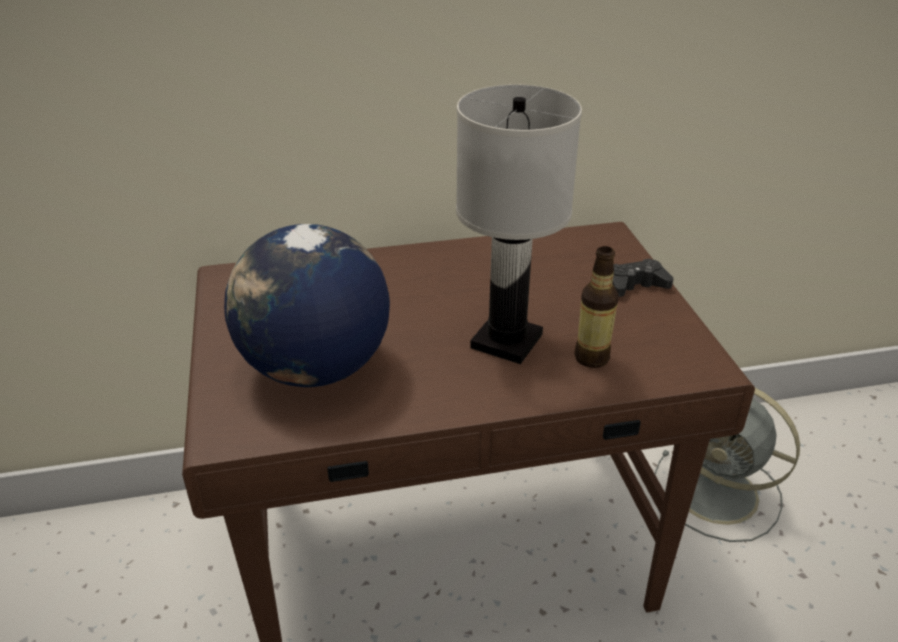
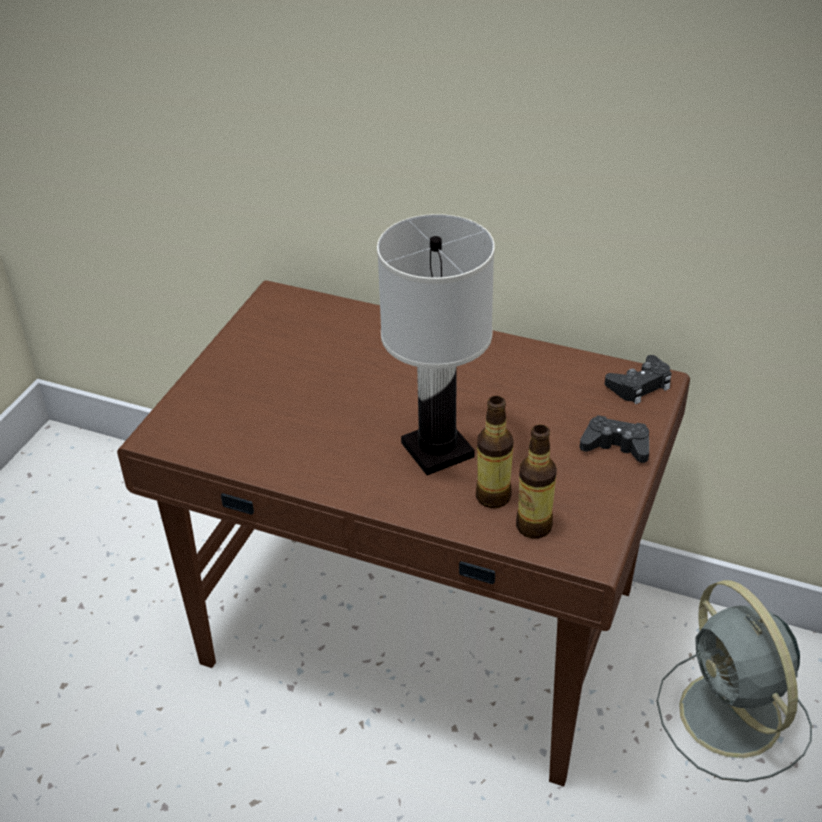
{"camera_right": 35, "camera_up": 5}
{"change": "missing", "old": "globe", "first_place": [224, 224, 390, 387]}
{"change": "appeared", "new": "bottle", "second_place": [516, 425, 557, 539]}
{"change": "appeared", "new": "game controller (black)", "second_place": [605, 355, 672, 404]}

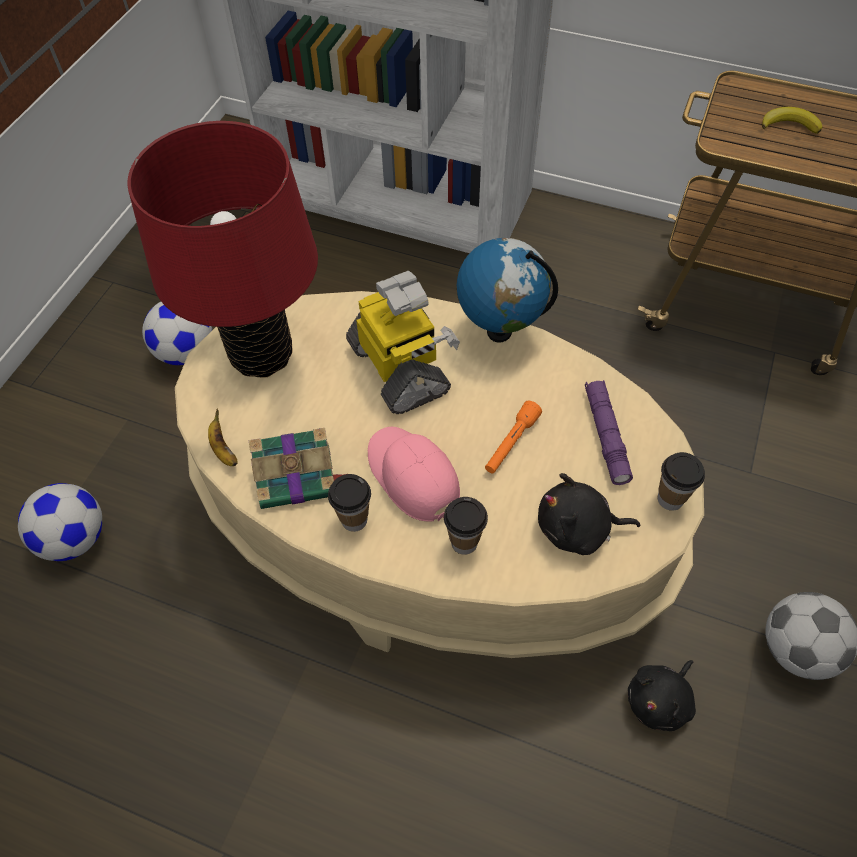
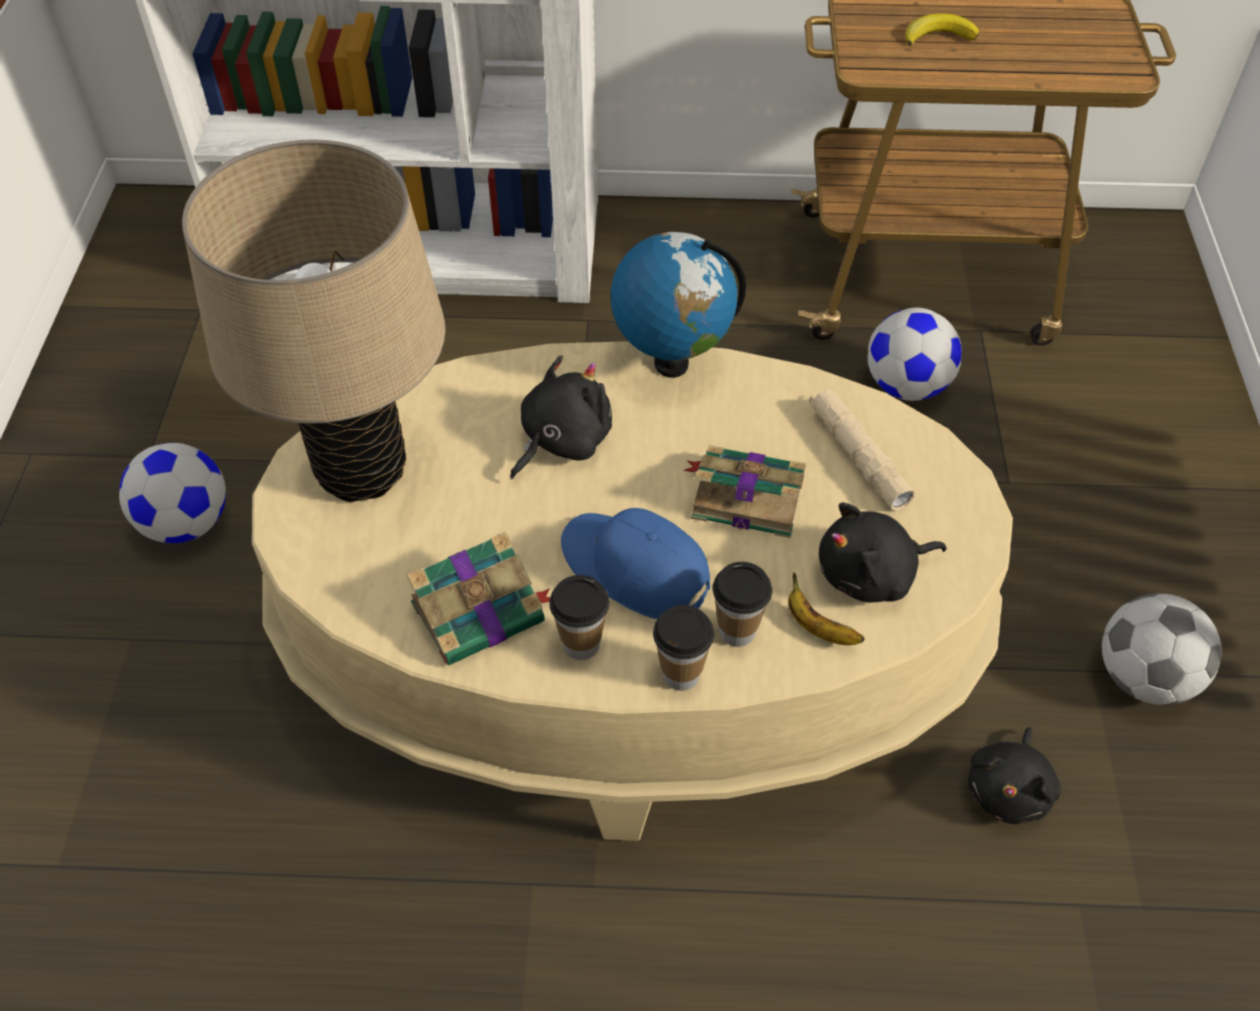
{"camera_right": -20, "camera_up": -5}
{"change": "relocated", "old": "football", "first_place": [18, 483, 102, 561], "second_place": [868, 308, 962, 401]}
{"change": "colour", "old": "table lamp (red)", "new": "table lamp (beige)", "first_place": [127, 121, 318, 378], "second_place": [182, 139, 445, 502]}
{"change": "relocated", "old": "banana", "first_place": [208, 409, 238, 466], "second_place": [788, 572, 865, 645]}
{"change": "exchanged", "old": "toy robot", "new": "plush toy (black)", "first_place": [346, 271, 460, 414], "second_place": [510, 356, 612, 480]}
{"change": "colour", "old": "cap (pink)", "new": "cap (blue)", "first_place": [368, 427, 460, 522], "second_place": [561, 508, 710, 619]}
{"change": "exchanged", "old": "flashlight (orange)", "new": "book", "first_place": [485, 401, 542, 474], "second_place": [684, 445, 806, 538]}
{"change": "colour", "old": "flashlight (purple)", "new": "flashlight (beige)", "first_place": [585, 380, 633, 485], "second_place": [809, 388, 915, 510]}
{"change": "relocated", "old": "cup", "first_place": [658, 452, 705, 511], "second_place": [653, 605, 714, 691]}

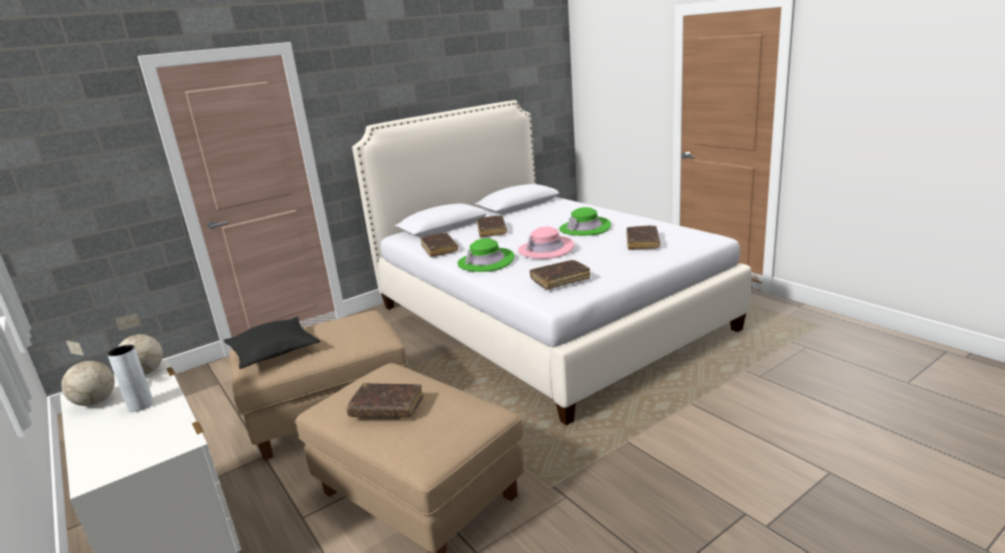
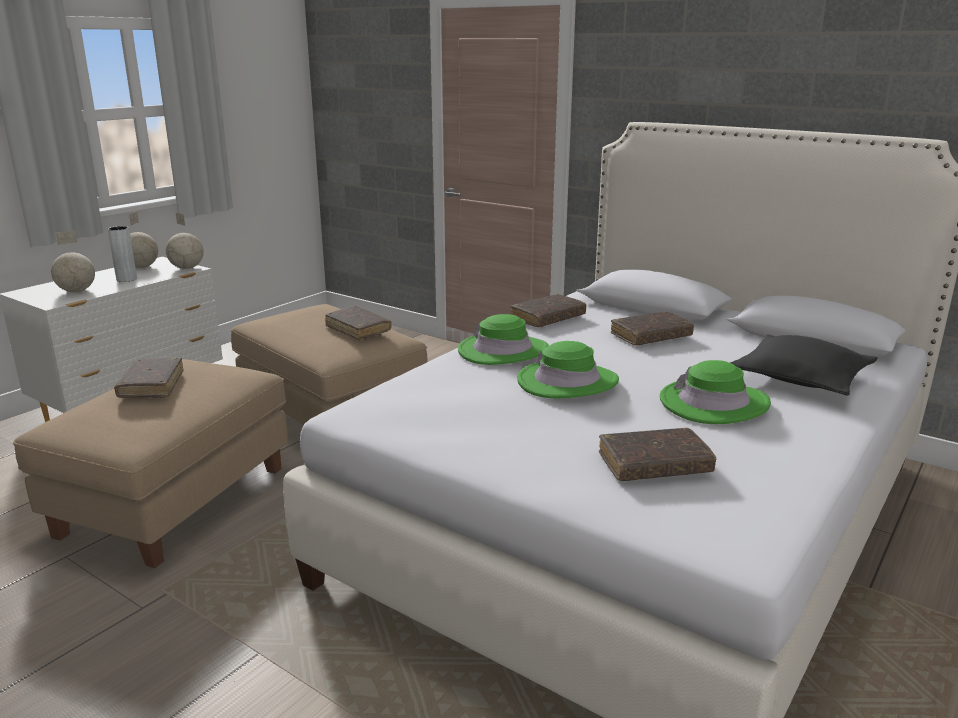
{"camera_right": 70, "camera_up": 0}
{"change": "relocated", "old": "pillow (black)", "first_place": [224, 317, 320, 369], "second_place": [730, 334, 878, 396]}
{"change": "colour", "old": "hat (pink)", "new": "hat (green)", "first_place": [518, 227, 574, 259], "second_place": [517, 341, 619, 398]}
{"change": "relocated", "old": "book (brown)", "first_place": [530, 260, 590, 290], "second_place": [325, 306, 392, 340]}
{"change": "appeared", "new": "globe", "second_place": [51, 230, 95, 292]}

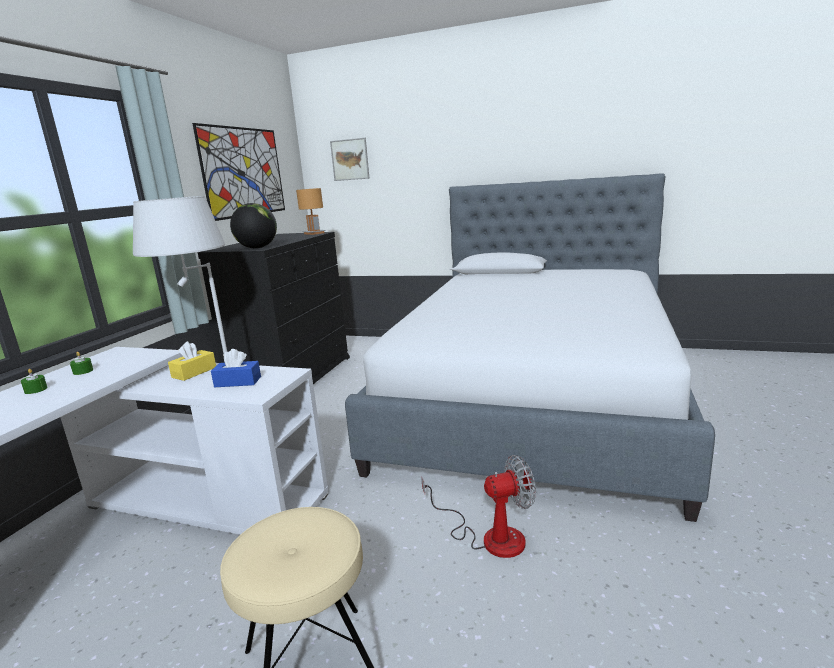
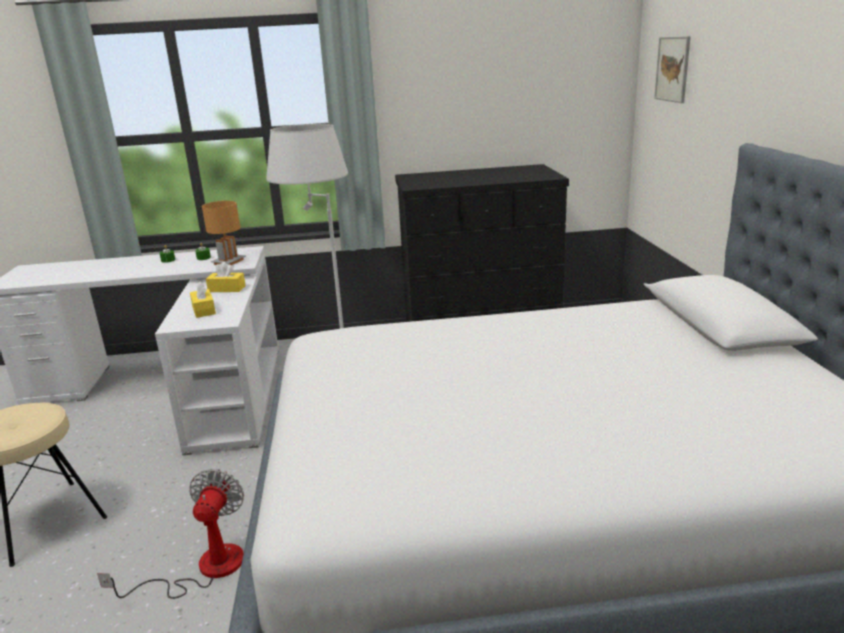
{"camera_right": 65, "camera_up": 5}
{"change": "missing", "old": "picture", "first_place": [192, 123, 285, 221]}
{"change": "colour", "old": "tissue box (blue)", "new": "tissue box (yellow)", "first_place": [211, 349, 261, 387], "second_place": [190, 281, 216, 318]}
{"change": "missing", "old": "globe", "first_place": [230, 203, 277, 248]}
{"change": "relocated", "old": "table lamp (brown)", "first_place": [296, 188, 326, 235], "second_place": [202, 201, 246, 265]}
{"change": "spun", "old": "fan", "first_place": [421, 455, 536, 558], "second_place": [97, 469, 244, 599], "degrees": -135}

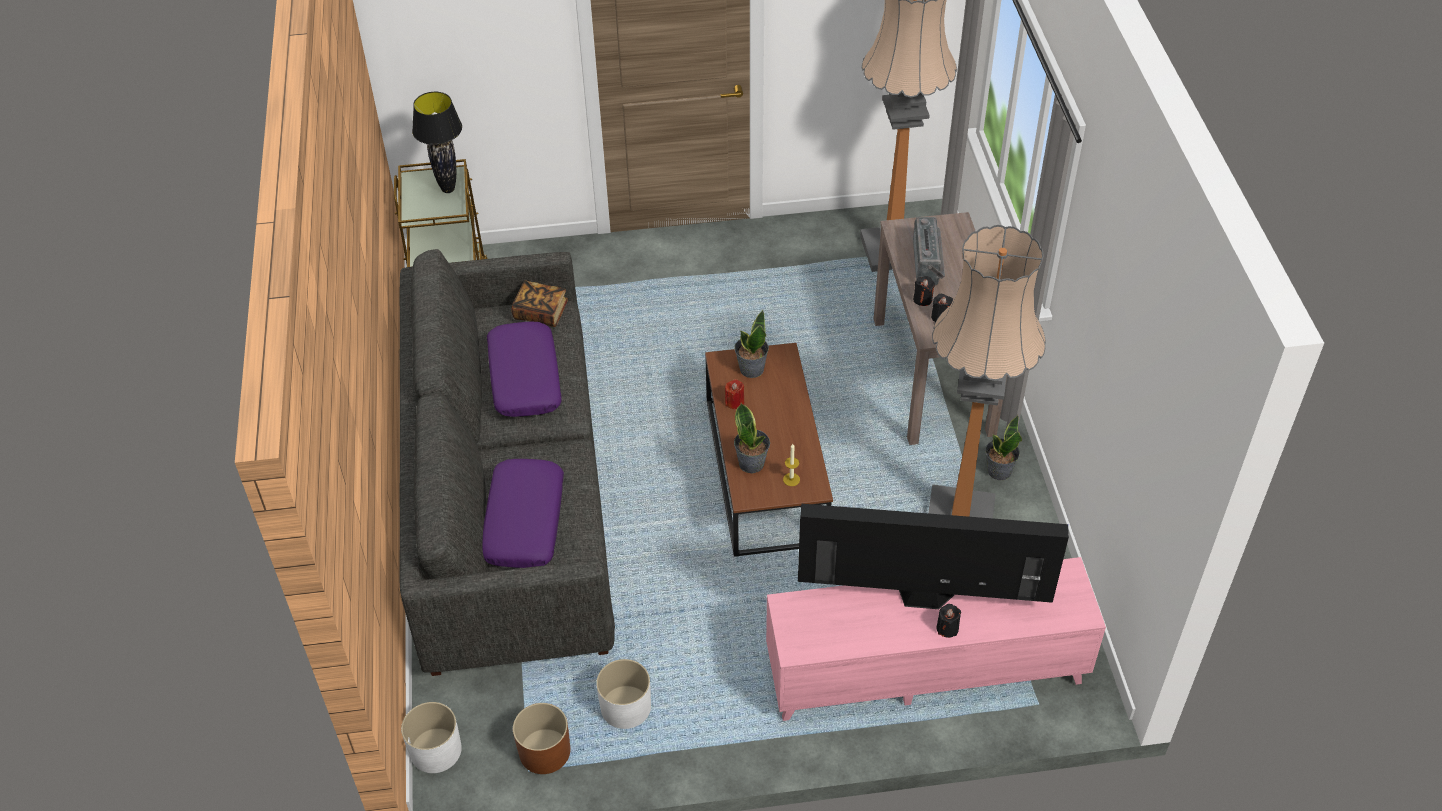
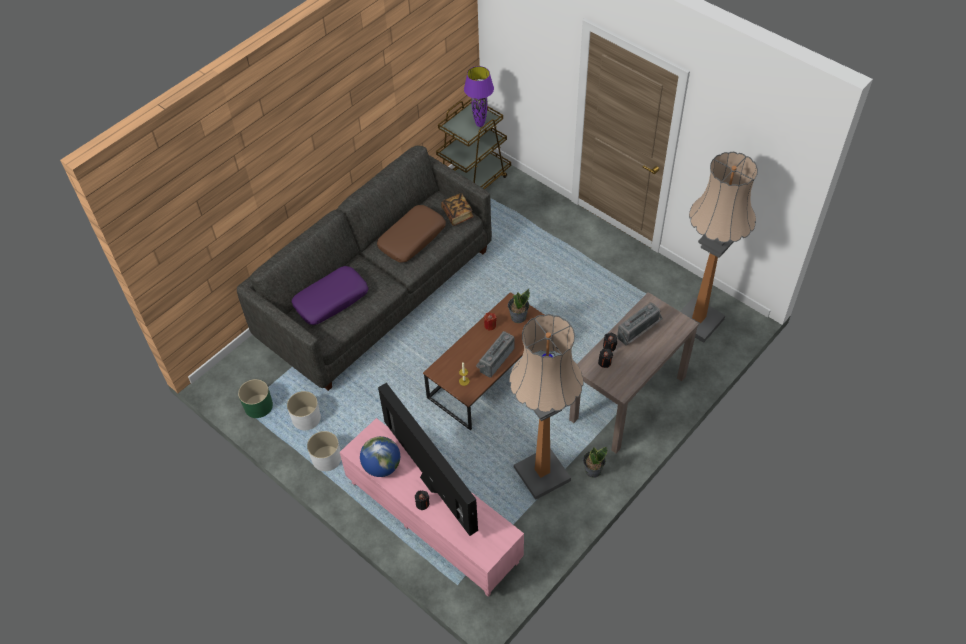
{"camera_right": 50, "camera_up": 5}
{"change": "relocated", "old": "planter (white)", "first_place": [401, 702, 462, 773], "second_place": [307, 431, 341, 471]}
{"change": "colour", "old": "table lamp (black)", "new": "table lamp (purple)", "first_place": [412, 92, 462, 193], "second_place": [464, 66, 494, 127]}
{"change": "colour", "old": "pillow (purple)", "new": "pillow (brown)", "first_place": [487, 322, 562, 417], "second_place": [377, 205, 446, 262]}
{"change": "colour", "old": "planter (brown)", "new": "planter (green)", "first_place": [513, 703, 570, 774], "second_place": [238, 379, 273, 418]}
{"change": "missing", "old": "potted plant", "first_place": [734, 403, 770, 473]}
{"change": "appeared", "new": "globe", "second_place": [360, 436, 400, 477]}
{"change": "appeared", "new": "radio", "second_place": [476, 331, 514, 378]}

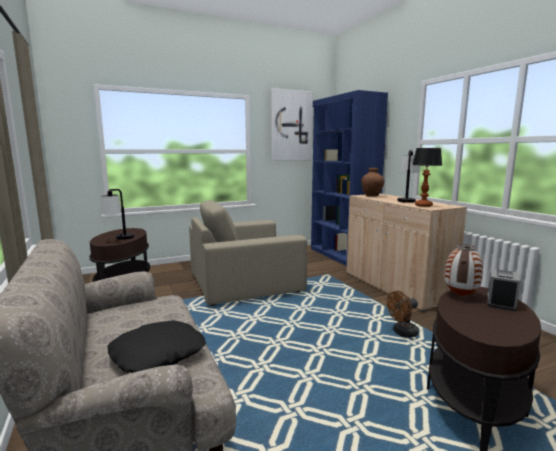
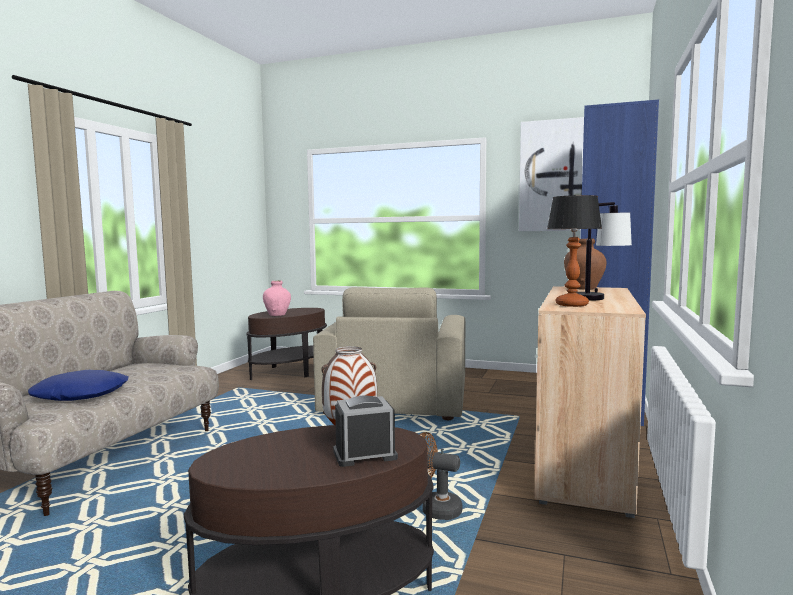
{"camera_right": 45, "camera_up": -5}
{"change": "exchanged", "old": "table lamp", "new": "vase (pink)", "first_place": [101, 189, 134, 240], "second_place": [263, 280, 291, 316]}
{"change": "colour", "old": "pillow (black)", "new": "pillow (blue)", "first_place": [107, 320, 206, 373], "second_place": [28, 370, 129, 401]}
{"change": "spun", "old": "armchair (beige)", "first_place": [189, 200, 307, 306], "second_place": [313, 287, 465, 420], "degrees": -105}

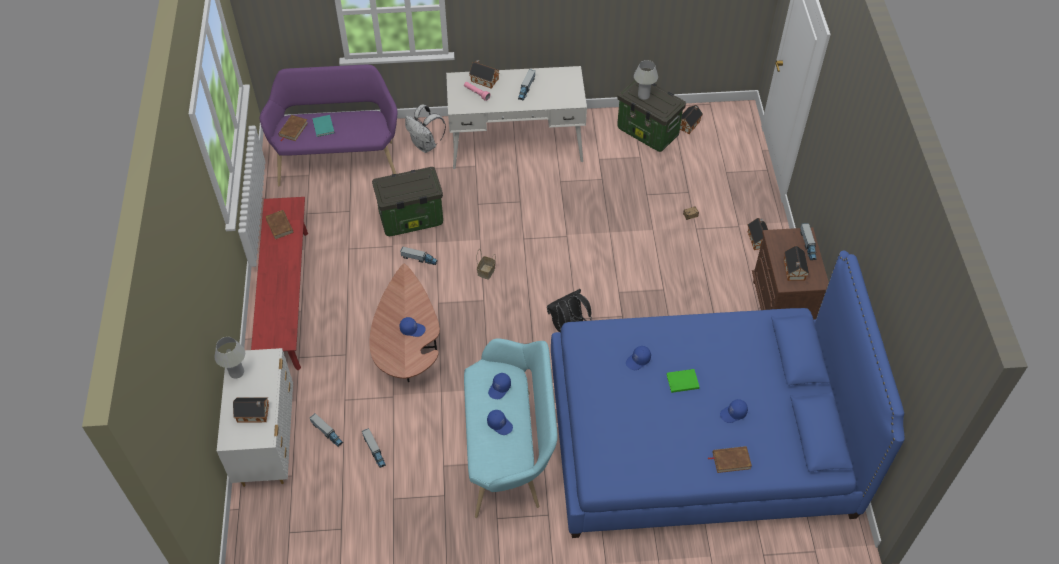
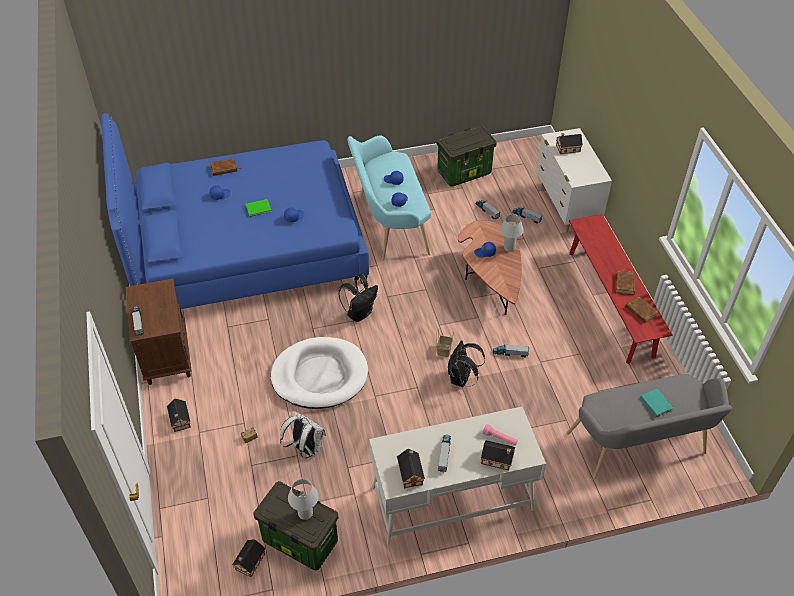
{"camera_right": 170, "camera_up": -5}
{"change": "relocated", "old": "table lamp (white)", "first_place": [215, 337, 245, 379], "second_place": [500, 214, 524, 252]}
{"change": "colour", "old": "bench (purple)", "new": "bench (grey)", "first_place": [260, 65, 397, 186], "second_place": [567, 374, 732, 480]}
{"change": "relocated", "old": "book (brown)", "first_place": [278, 115, 308, 141], "second_place": [616, 270, 635, 295]}
{"change": "relocated", "old": "storage box", "first_place": [372, 167, 443, 236], "second_place": [437, 125, 497, 187]}
{"change": "relocated", "old": "backpack (white)", "first_place": [405, 105, 446, 153], "second_place": [280, 411, 326, 458]}
{"change": "relocated", "old": "toy house", "first_place": [784, 246, 809, 281], "second_place": [397, 449, 425, 489]}
{"change": "appeared", "new": "dog bed (white)", "second_place": [271, 337, 368, 409]}
{"change": "appeared", "new": "backpack (black)", "second_place": [448, 340, 485, 387]}

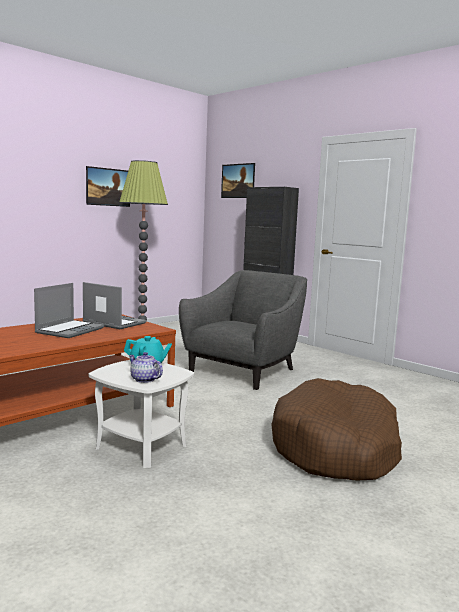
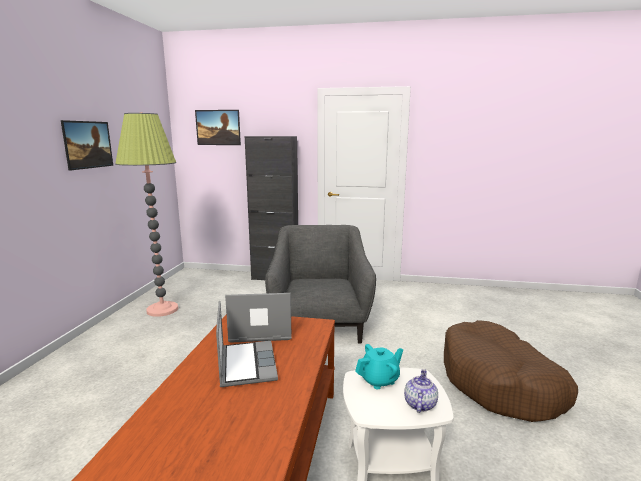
{"camera_right": -35, "camera_up": 5}
{"change": "spun", "old": "teapot", "first_place": [129, 352, 163, 383], "second_place": [404, 369, 438, 413], "degrees": 105}

